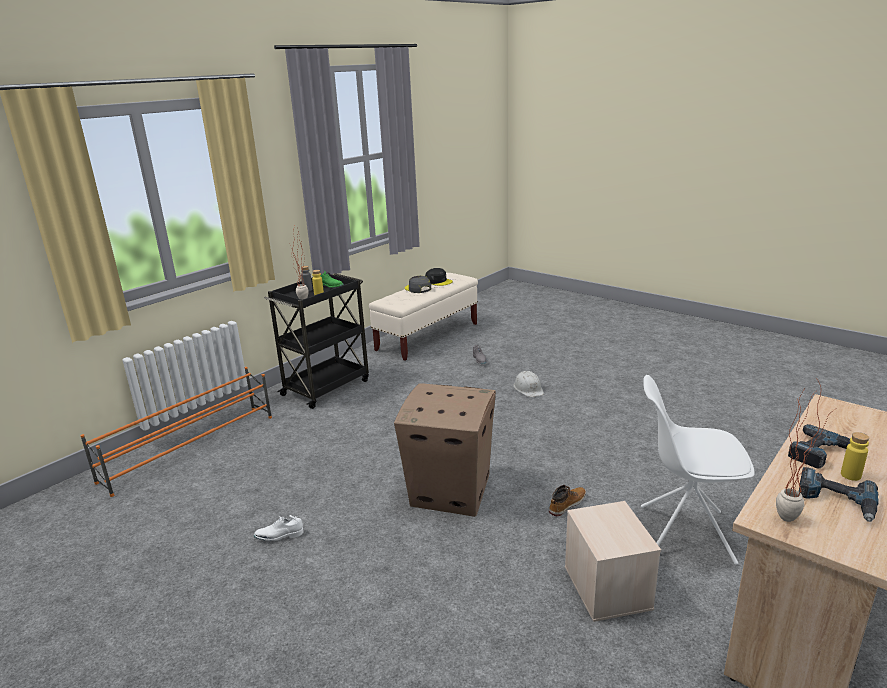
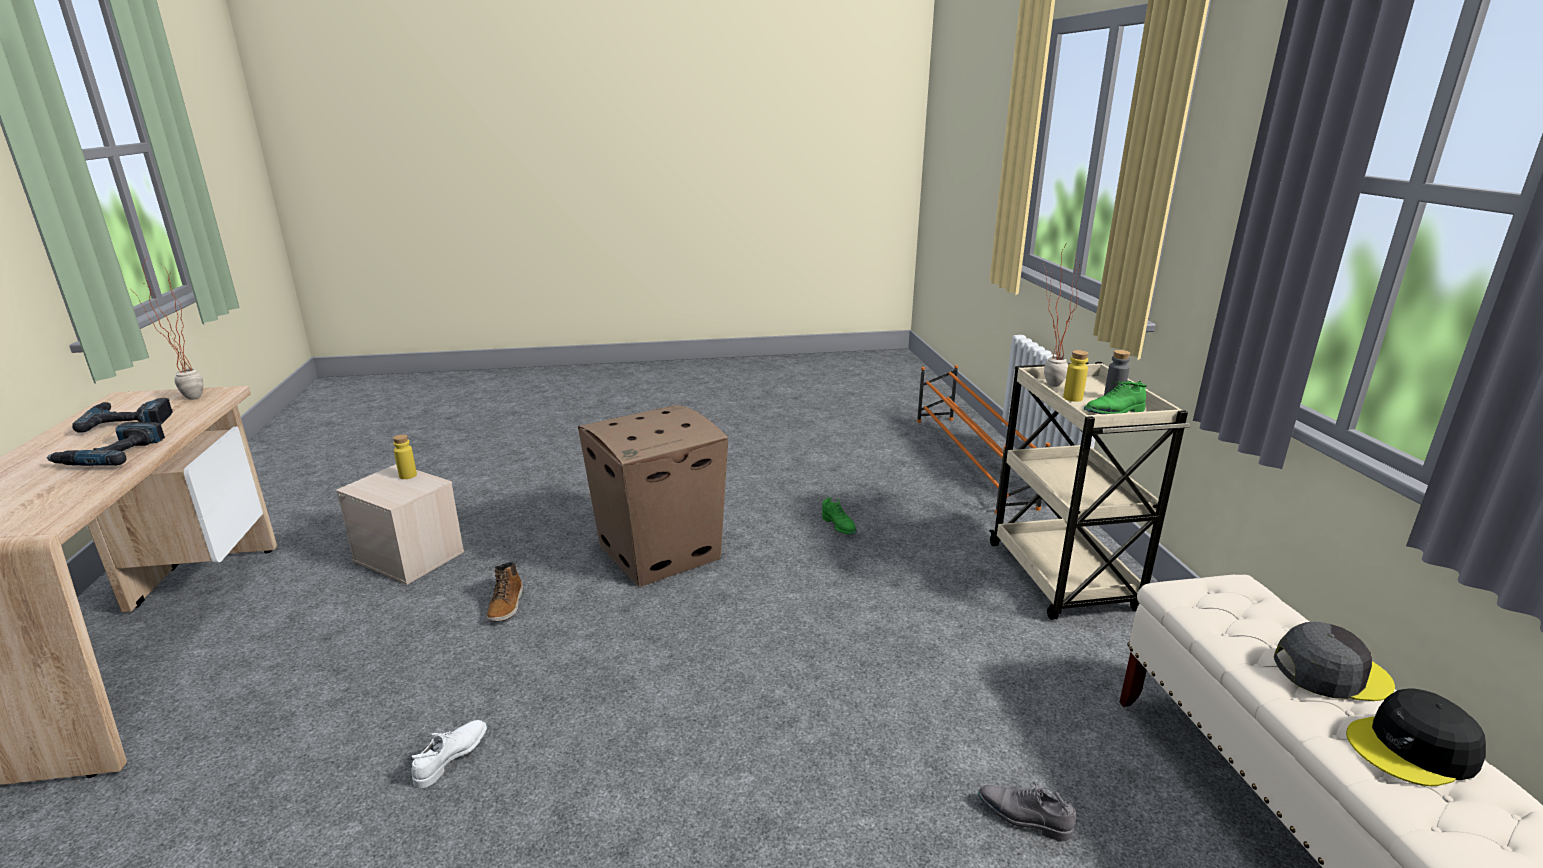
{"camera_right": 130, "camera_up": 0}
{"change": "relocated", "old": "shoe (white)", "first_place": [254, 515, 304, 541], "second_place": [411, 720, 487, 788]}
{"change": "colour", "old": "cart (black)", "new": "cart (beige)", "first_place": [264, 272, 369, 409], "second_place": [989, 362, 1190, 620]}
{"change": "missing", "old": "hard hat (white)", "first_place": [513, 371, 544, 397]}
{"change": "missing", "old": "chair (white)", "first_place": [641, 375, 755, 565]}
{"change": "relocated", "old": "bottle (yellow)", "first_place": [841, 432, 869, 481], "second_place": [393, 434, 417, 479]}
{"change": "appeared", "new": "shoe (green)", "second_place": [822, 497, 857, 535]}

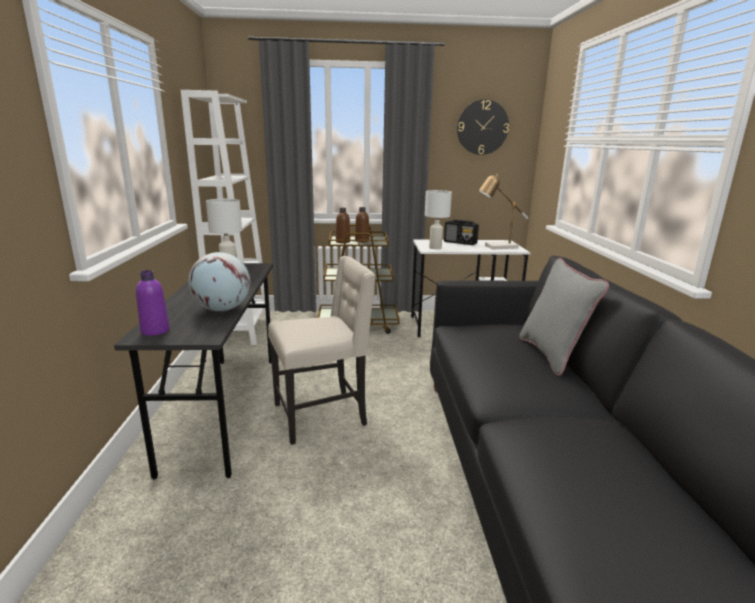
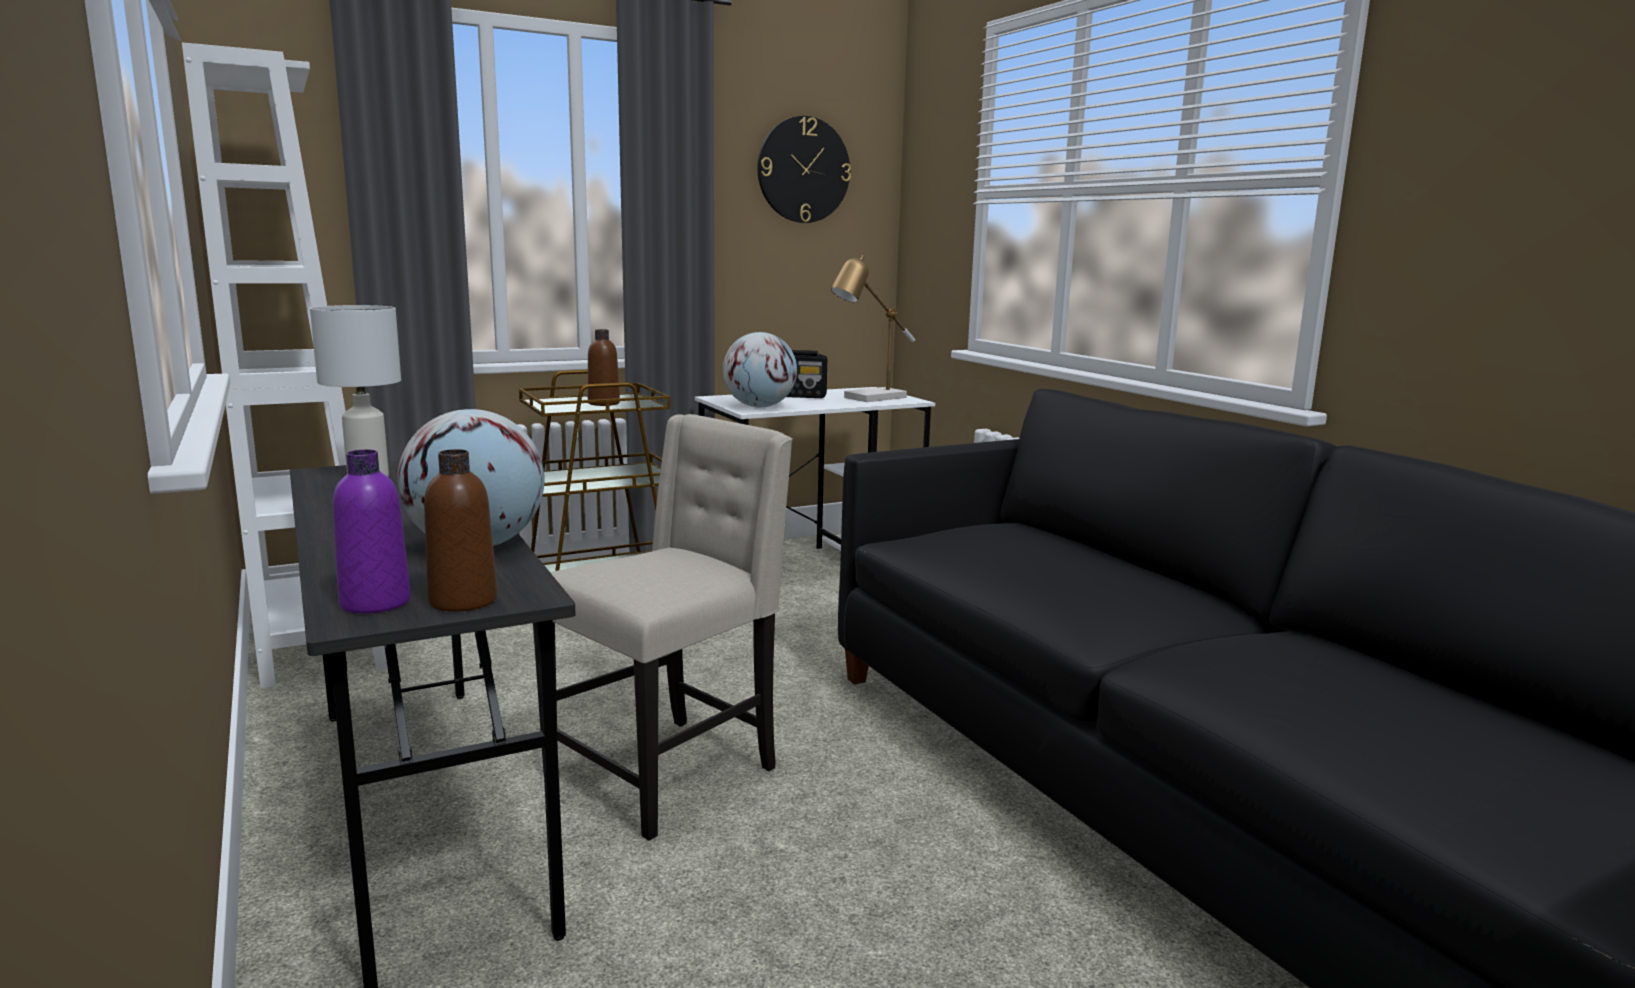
{"camera_right": -25, "camera_up": -5}
{"change": "relocated", "old": "bottle (brown)", "first_place": [336, 208, 350, 243], "second_place": [424, 449, 497, 612]}
{"change": "exchanged", "old": "table lamp (white)", "new": "globe", "first_place": [425, 190, 452, 249], "second_place": [723, 332, 797, 407]}
{"change": "missing", "old": "pillow (grey)", "first_place": [519, 258, 609, 376]}

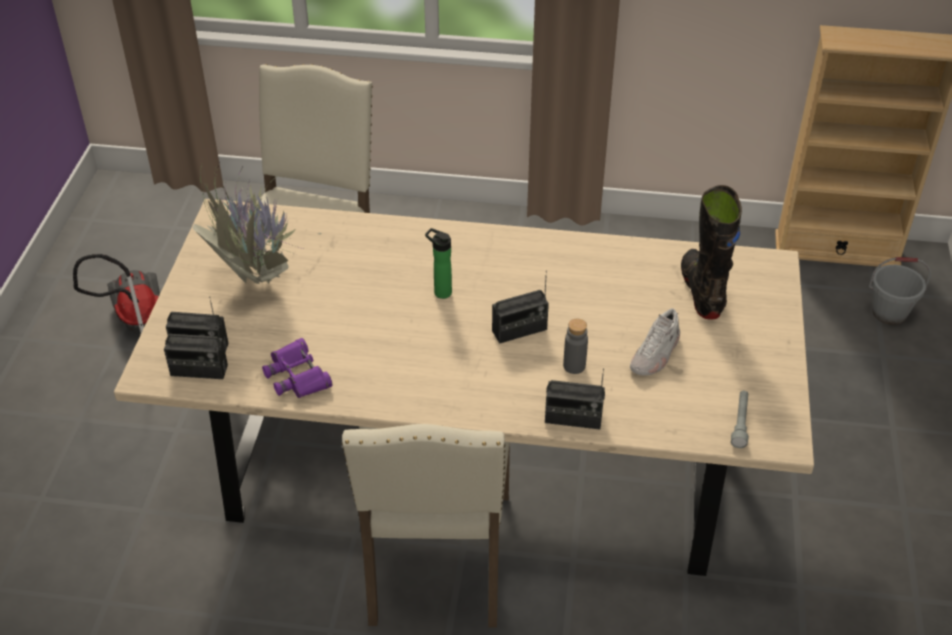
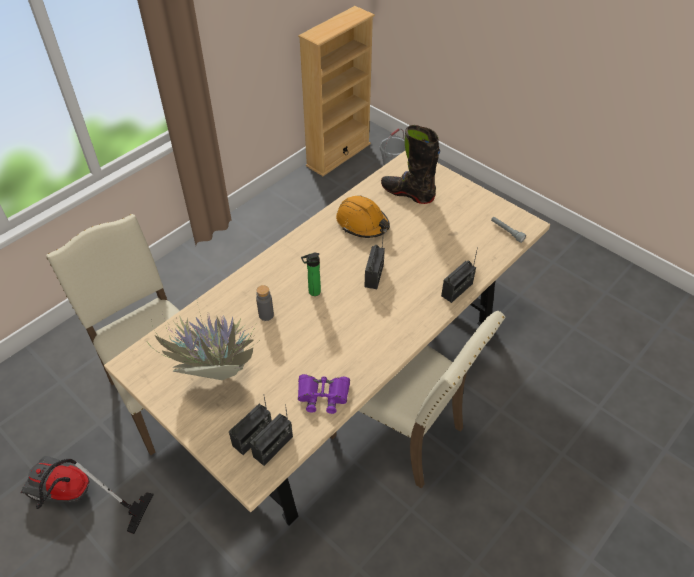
{"camera_right": -55, "camera_up": 5}
{"change": "relocated", "old": "bottle (grey)", "first_place": [563, 319, 588, 374], "second_place": [256, 285, 274, 321]}
{"change": "missing", "old": "shoe (white)", "first_place": [630, 308, 680, 376]}
{"change": "appeared", "new": "hard hat (orange)", "second_place": [336, 196, 390, 238]}

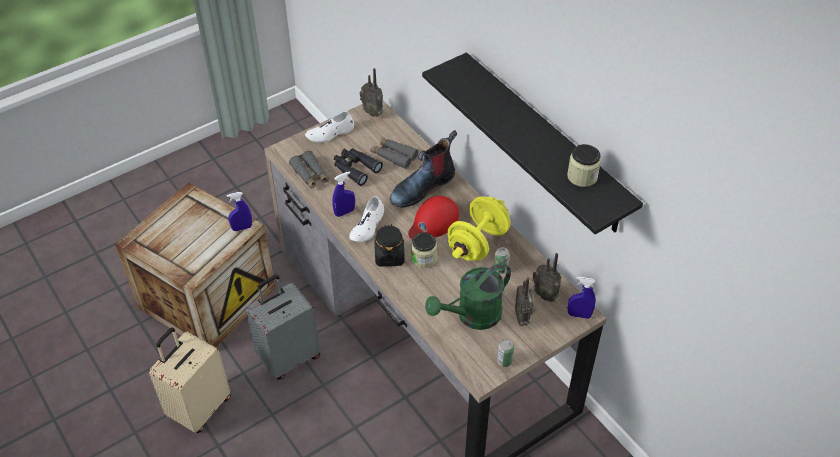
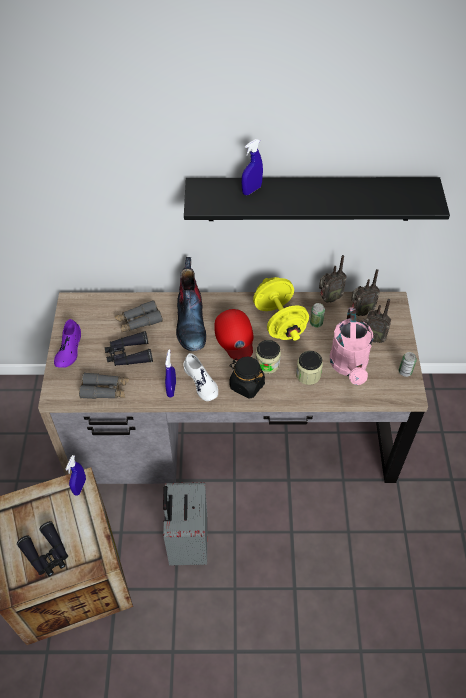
{"camera_right": -55, "camera_up": 5}
{"change": "missing", "old": "suitcase (beige)", "first_place": [149, 328, 231, 433]}
{"change": "colour", "old": "shoe (white)", "new": "shoe (purple)", "first_place": [305, 111, 354, 143], "second_place": [54, 319, 81, 368]}
{"change": "relocated", "old": "radio", "first_place": [360, 68, 383, 117], "second_place": [319, 255, 347, 303]}
{"change": "colour", "old": "watering can (green)", "new": "watering can (pink)", "first_place": [425, 262, 511, 330], "second_place": [330, 308, 373, 385]}
{"change": "relocated", "old": "jar", "first_place": [567, 144, 601, 187], "second_place": [296, 351, 323, 385]}
{"change": "relocated", "old": "spray bottle (blue)", "first_place": [568, 277, 596, 319], "second_place": [242, 139, 263, 195]}
{"change": "appeared", "new": "binoculars (black)", "second_place": [17, 521, 68, 577]}

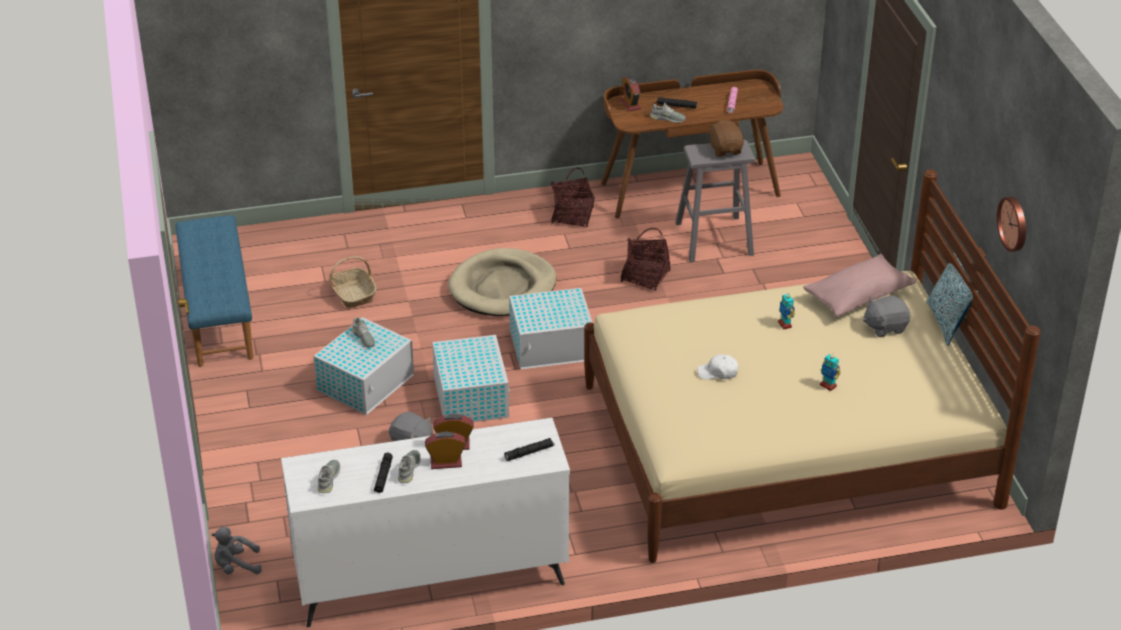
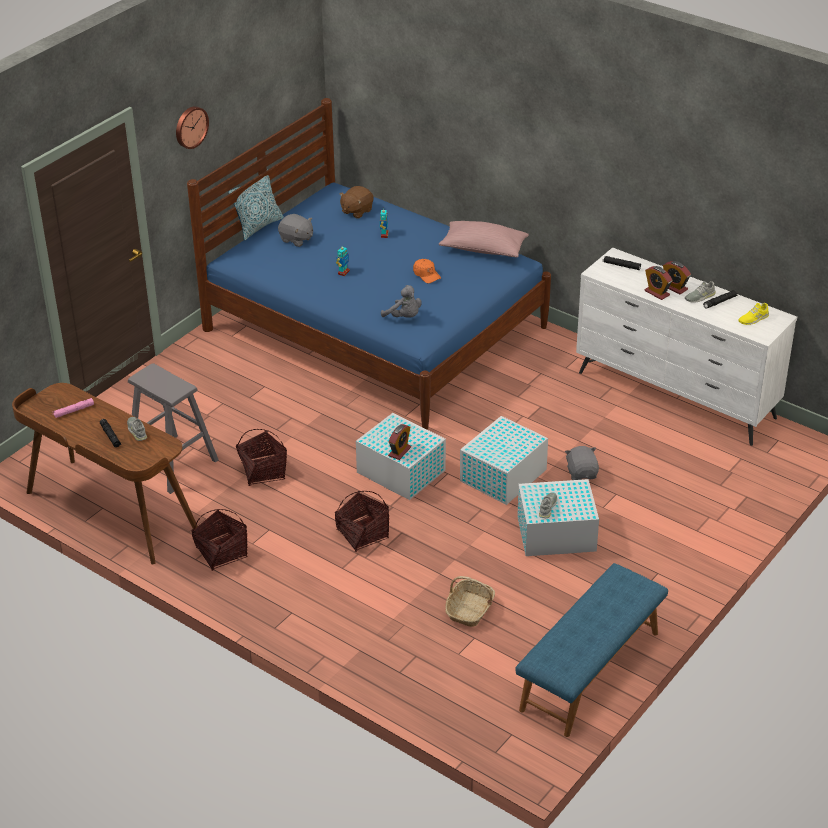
{"camera_right": -130, "camera_up": 0}
{"change": "relocated", "old": "plush toy (grey)", "first_place": [211, 527, 262, 574], "second_place": [381, 285, 422, 317]}
{"change": "colour", "old": "shoe (grey)", "new": "shoe (yellow)", "first_place": [318, 460, 340, 493], "second_place": [738, 303, 769, 325]}
{"change": "exchanged", "old": "dog bed (beige)", "new": "basket", "first_place": [448, 248, 556, 316], "second_place": [335, 491, 389, 552]}
{"change": "colour", "old": "bed (beige)", "new": "bed (blue)", "first_place": [584, 169, 1041, 563], "second_place": [187, 98, 551, 430]}
{"change": "relocated", "old": "alarm clock", "first_place": [621, 76, 641, 111], "second_place": [388, 424, 411, 460]}
{"change": "colour", "old": "cap (white)", "new": "cap (orange)", "first_place": [697, 354, 738, 380], "second_place": [413, 259, 441, 283]}
{"change": "relocated", "old": "plush toy (brown)", "first_place": [708, 120, 744, 156], "second_place": [339, 186, 374, 218]}
{"change": "relocated", "old": "pillow (pink)", "first_place": [803, 254, 916, 317], "second_place": [439, 221, 529, 258]}
{"change": "relocated", "old": "wall clock", "first_place": [997, 197, 1026, 252], "second_place": [176, 106, 209, 149]}

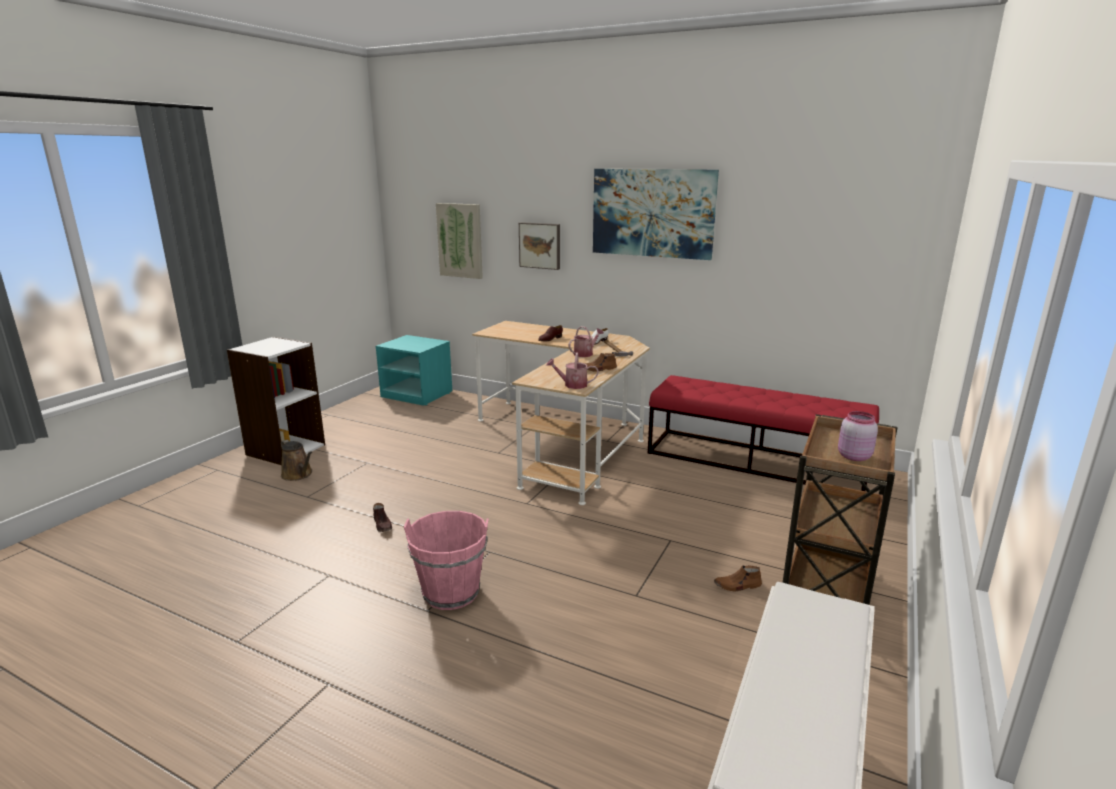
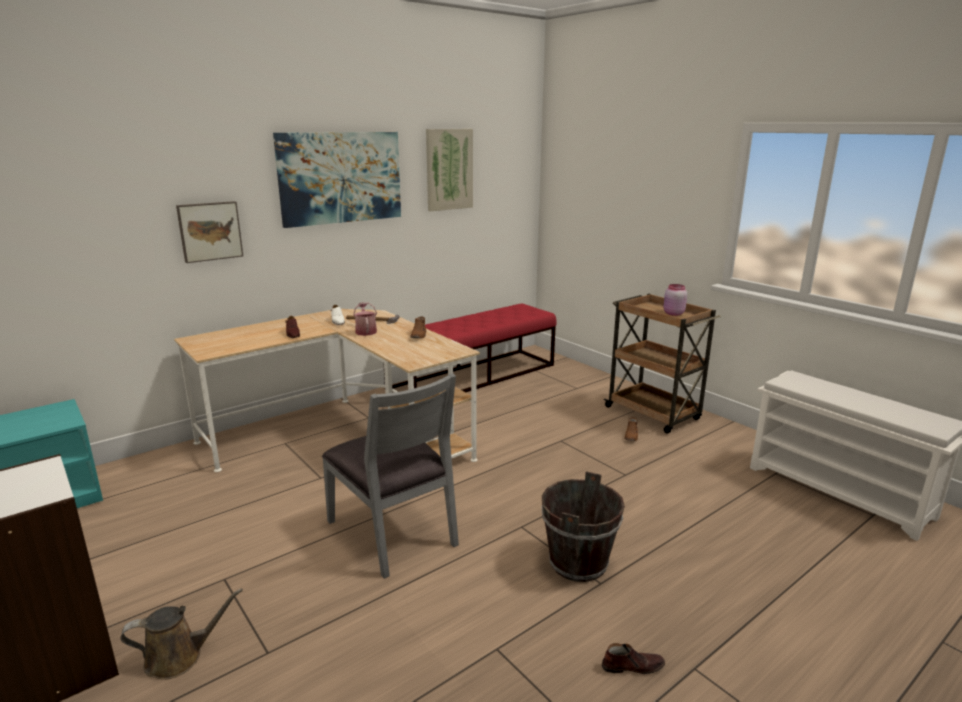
{"camera_right": -65, "camera_up": 0}
{"change": "relocated", "old": "shoe (brown)", "first_place": [373, 503, 392, 532], "second_place": [602, 643, 665, 674]}
{"change": "colour", "old": "bucket (pink)", "new": "bucket (brown)", "first_place": [404, 511, 489, 610], "second_place": [541, 471, 624, 582]}
{"change": "relocated", "old": "picture", "first_place": [436, 203, 483, 279], "second_place": [426, 129, 473, 211]}
{"change": "missing", "old": "watering can", "first_place": [546, 353, 599, 389]}
{"change": "appeared", "new": "chair (grey)", "second_place": [322, 373, 459, 579]}

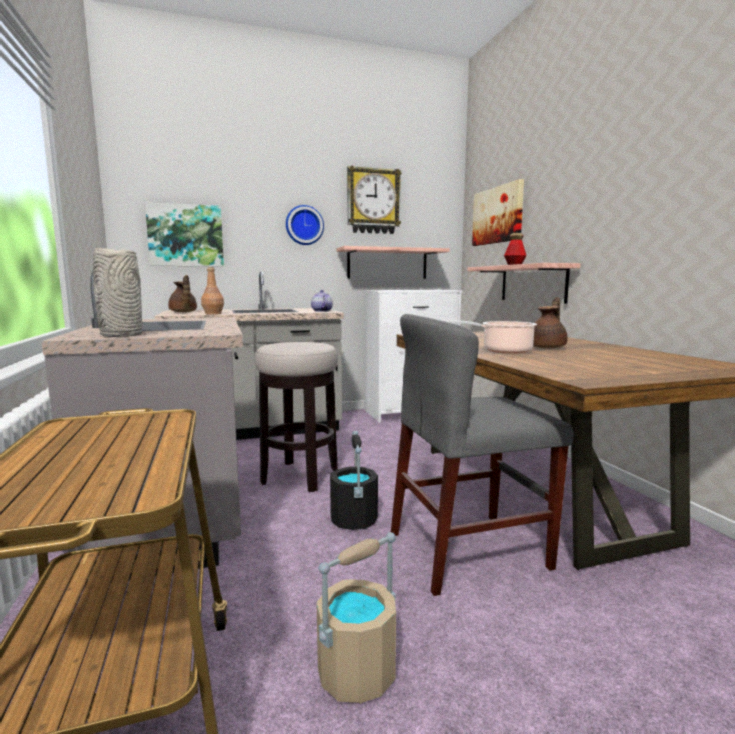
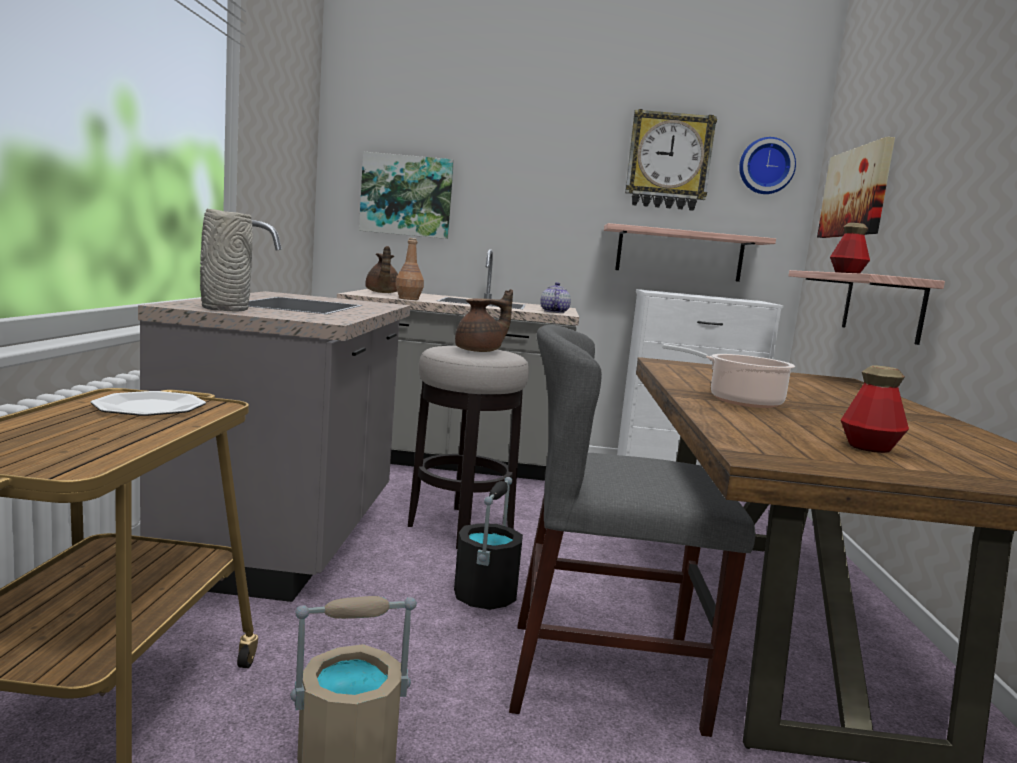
{"camera_right": 20, "camera_up": 0}
{"change": "relocated", "old": "wall clock", "first_place": [286, 205, 324, 245], "second_place": [739, 137, 796, 194]}
{"change": "relocated", "old": "teapot (brown)", "first_place": [533, 297, 568, 348], "second_place": [455, 289, 513, 352]}
{"change": "appeared", "new": "plate", "second_place": [90, 391, 206, 416]}
{"change": "appeared", "new": "bottle", "second_place": [841, 365, 909, 453]}

